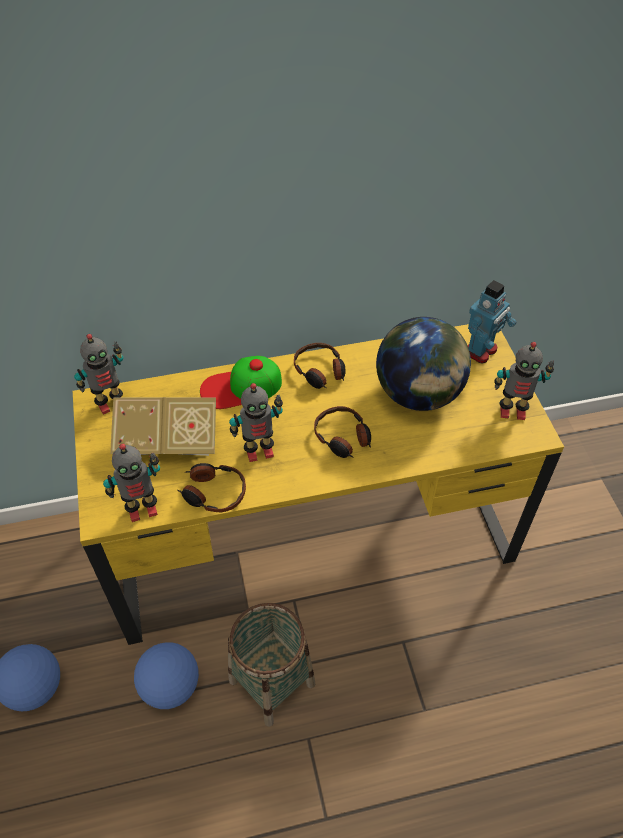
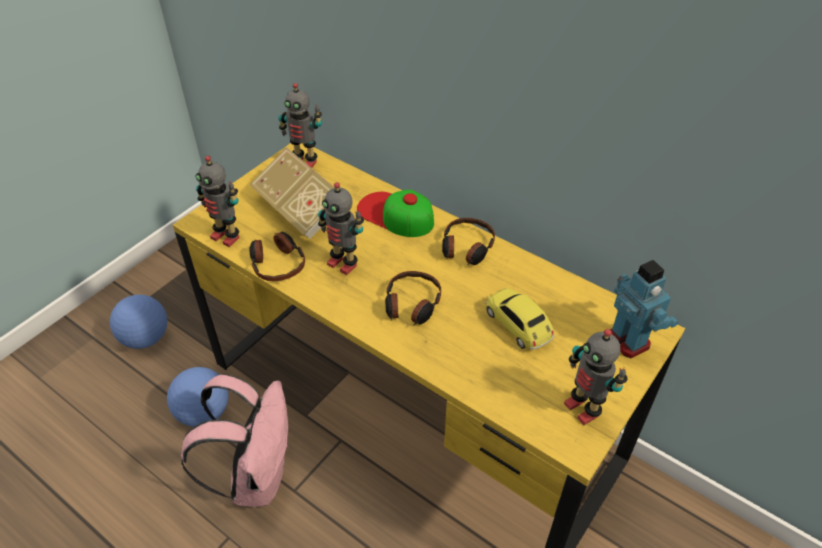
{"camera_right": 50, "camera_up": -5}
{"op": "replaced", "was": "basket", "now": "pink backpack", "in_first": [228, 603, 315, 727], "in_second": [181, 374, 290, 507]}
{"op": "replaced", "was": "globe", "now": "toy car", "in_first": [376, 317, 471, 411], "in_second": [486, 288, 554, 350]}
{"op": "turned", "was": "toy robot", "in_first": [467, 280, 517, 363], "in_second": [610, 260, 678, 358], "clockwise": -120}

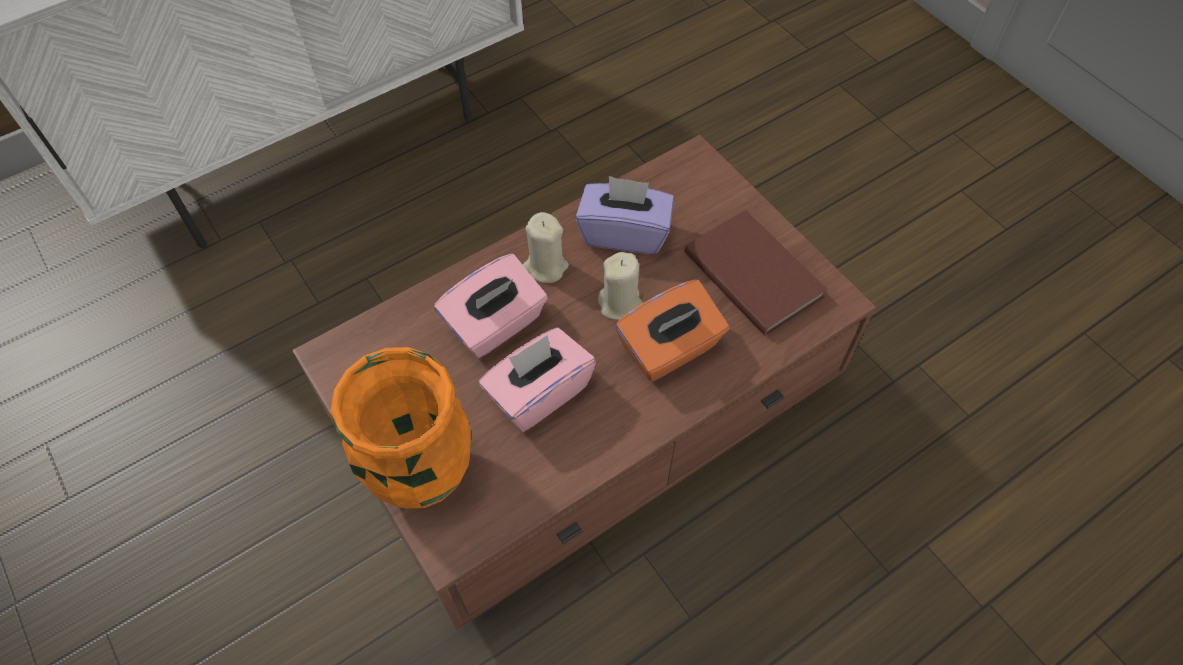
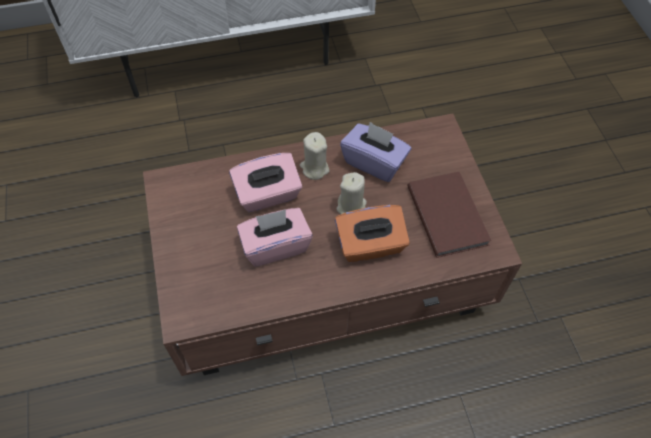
{"camera_right": 20, "camera_up": 0}
{"op": "removed", "was": "orange vase", "in_first": [331, 347, 471, 508]}

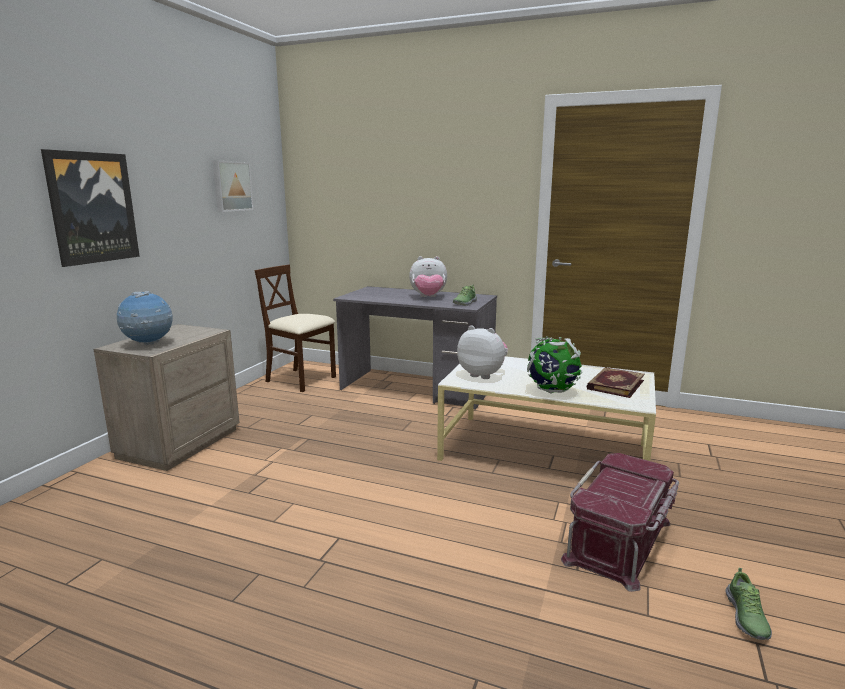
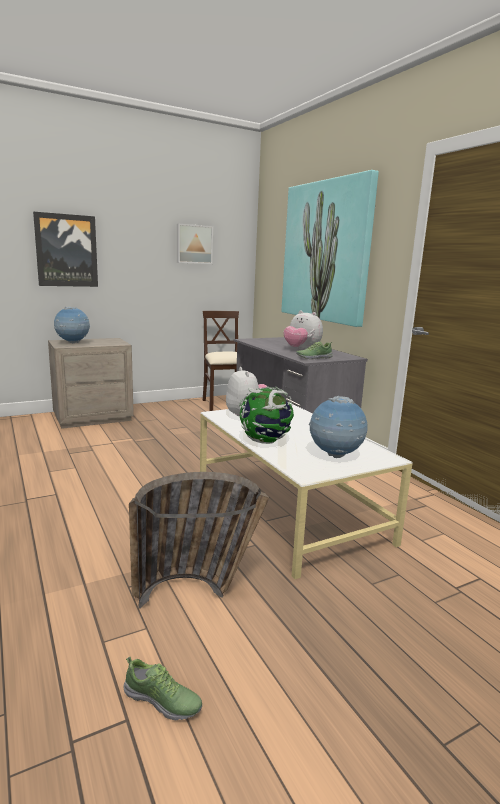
{"camera_right": 40, "camera_up": 0}
{"op": "turned", "was": "shoe", "in_first": [725, 568, 772, 640], "in_second": [123, 657, 202, 720], "clockwise": -120}
{"op": "replaced", "was": "red storage box", "now": "basket", "in_first": [561, 453, 679, 592], "in_second": [129, 472, 269, 608]}
{"op": "added", "now": "picture", "in_second": [282, 170, 379, 327]}
{"op": "replaced", "was": "book", "now": "globe", "in_first": [587, 367, 645, 398], "in_second": [309, 396, 367, 458]}

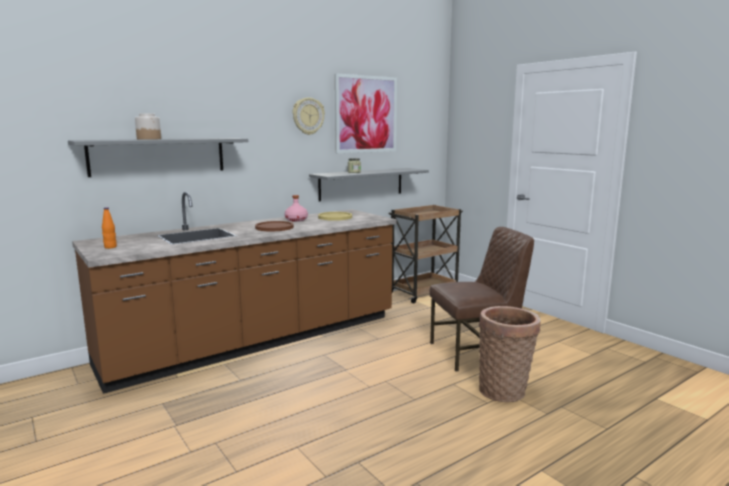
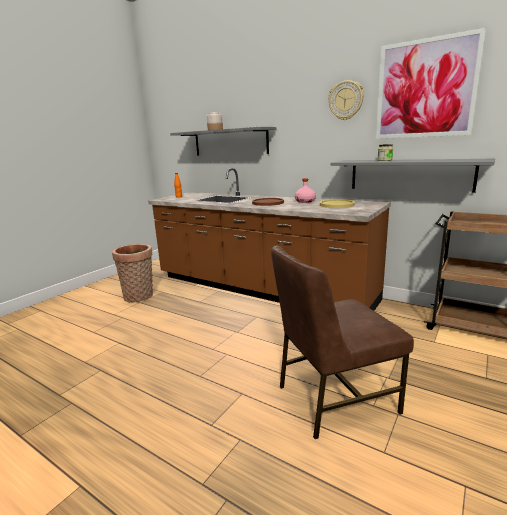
{"camera_right": 70, "camera_up": 5}
{"op": "moved", "was": "basket", "in_first": [479, 306, 541, 402], "in_second": [112, 244, 153, 302]}
{"op": "turned", "was": "brown chair", "in_first": [429, 227, 534, 371], "in_second": [271, 246, 414, 439], "clockwise": 105}

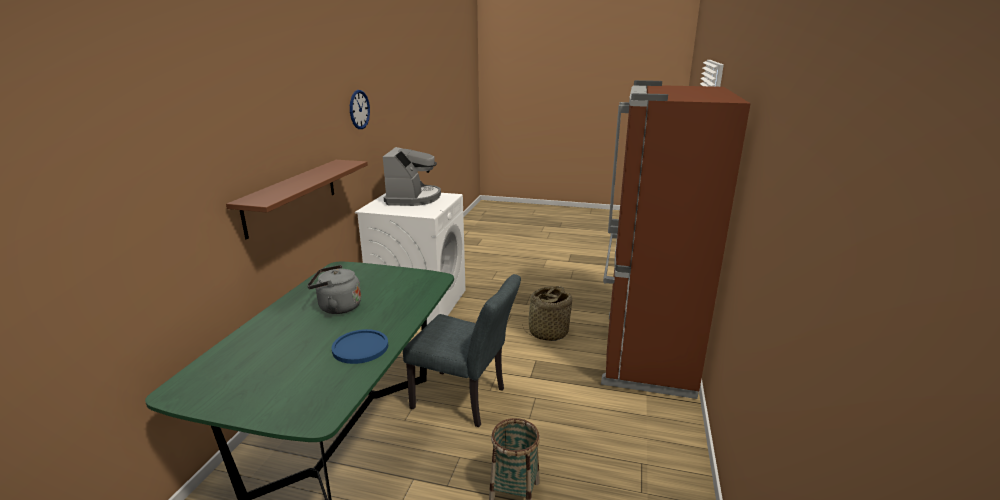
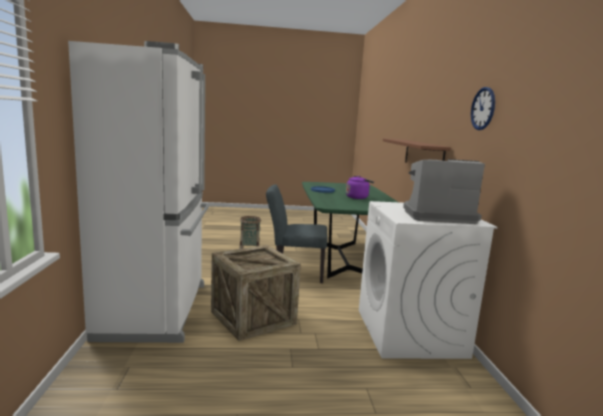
{"camera_right": 160, "camera_up": -10}
{"op": "recoloured", "was": "brown fridge", "now": "white fridge", "in_first": [601, 80, 751, 399], "in_second": [68, 41, 209, 343]}
{"op": "replaced", "was": "basket", "now": "crate", "in_first": [522, 286, 572, 341], "in_second": [211, 245, 301, 341]}
{"op": "recoloured", "was": "grey kettle", "now": "purple kettle", "in_first": [307, 265, 361, 314], "in_second": [346, 176, 374, 199]}
{"op": "turned", "was": "coffee machine", "in_first": [383, 147, 441, 206], "in_second": [403, 159, 485, 224], "clockwise": 105}

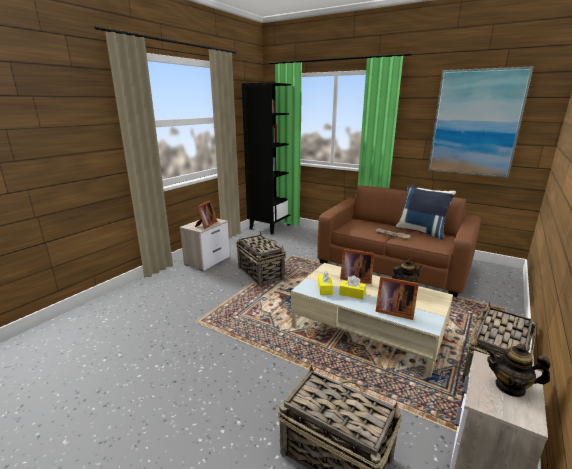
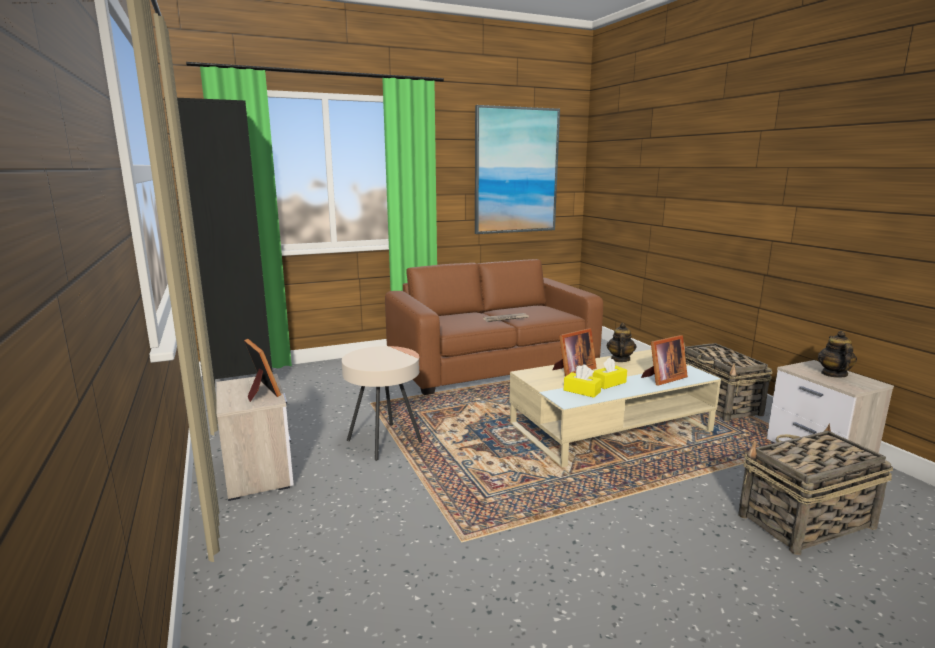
{"camera_right": -55, "camera_up": -5}
{"op": "replaced", "was": "basket", "now": "beige side table", "in_first": [236, 231, 286, 286], "in_second": [342, 346, 422, 461]}
{"op": "turned", "was": "teapot", "in_first": [486, 343, 551, 397], "in_second": [818, 331, 857, 378], "clockwise": 135}
{"op": "removed", "was": "blue pillow", "in_first": [395, 185, 456, 240]}

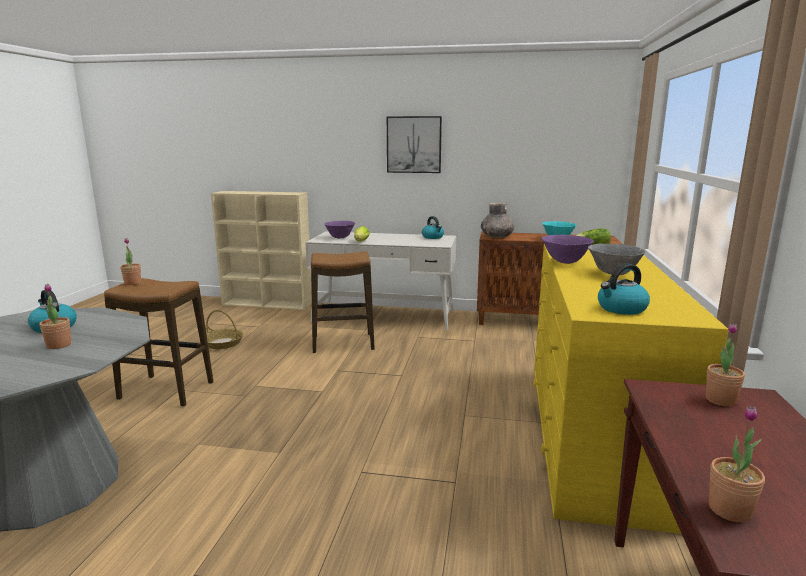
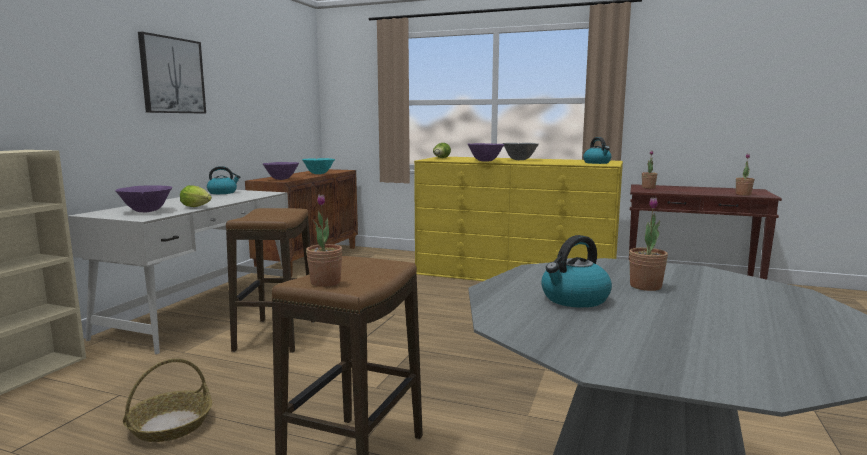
{"camera_right": -80, "camera_up": -5}
{"op": "replaced", "was": "grey vase", "now": "purple bowl", "in_first": [481, 203, 515, 238], "in_second": [263, 162, 299, 180]}

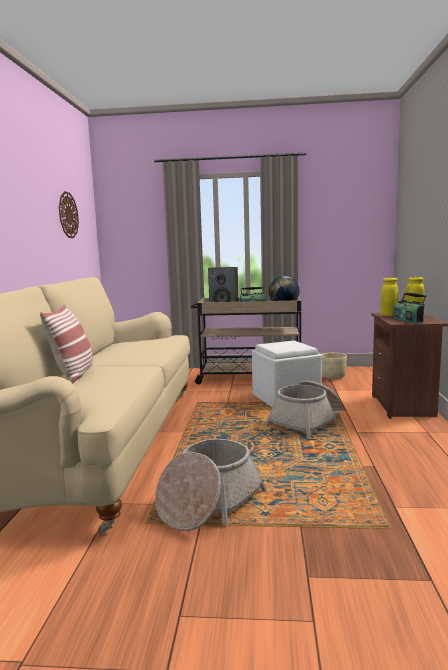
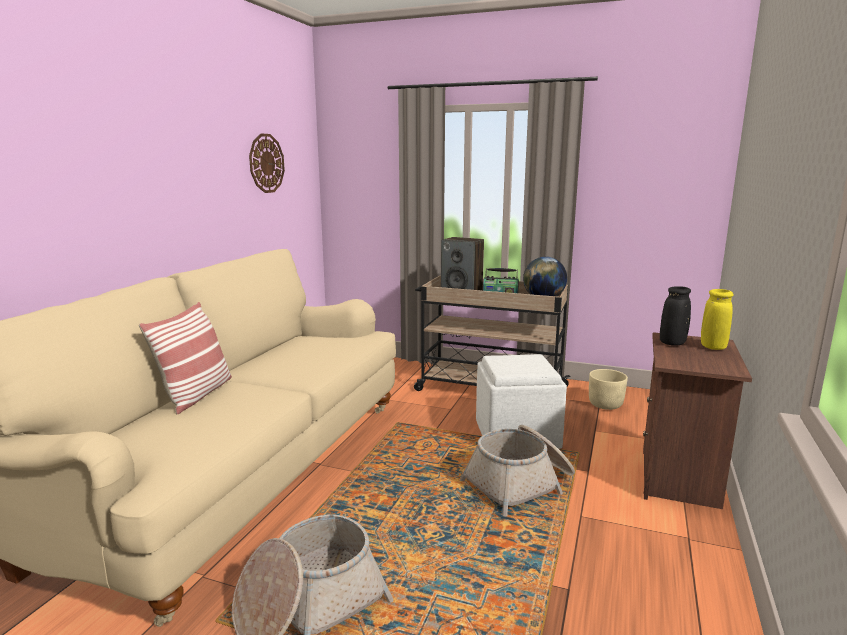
{"camera_right": 15, "camera_up": 5}
{"op": "recoloured", "was": "yellow vase", "now": "black vase", "in_first": [380, 278, 398, 316], "in_second": [660, 286, 691, 346]}
{"op": "removed", "was": "radio", "in_first": [393, 293, 426, 323]}

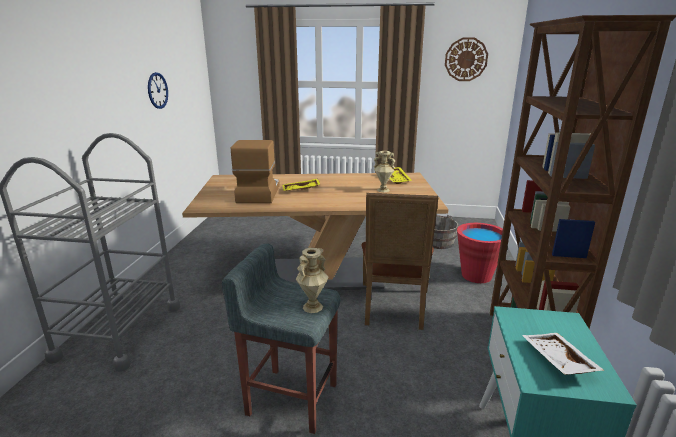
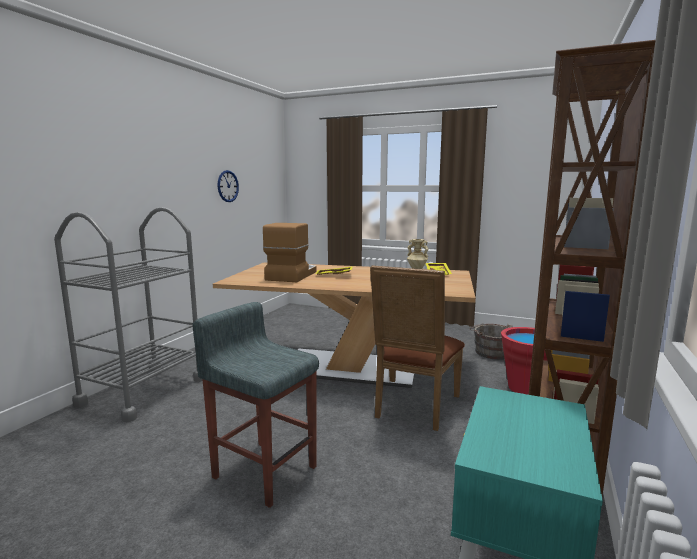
{"camera_right": 15, "camera_up": -10}
{"op": "removed", "was": "beige vase", "in_first": [296, 248, 329, 313]}
{"op": "removed", "was": "wall clock", "in_first": [445, 37, 488, 81]}
{"op": "removed", "was": "white tray", "in_first": [522, 333, 605, 375]}

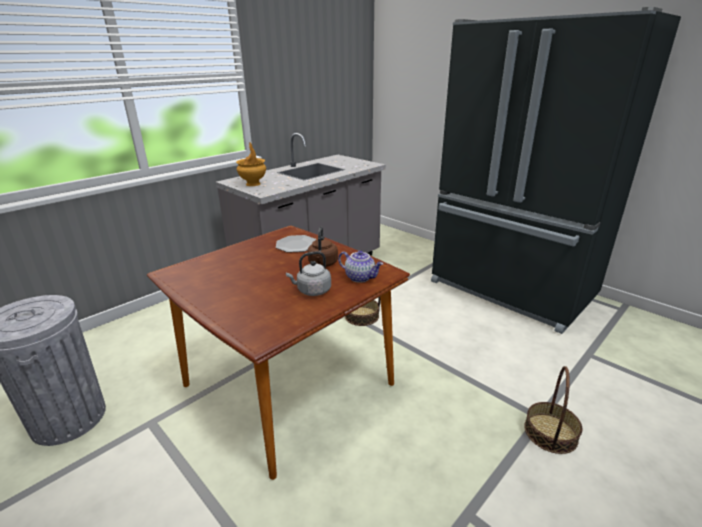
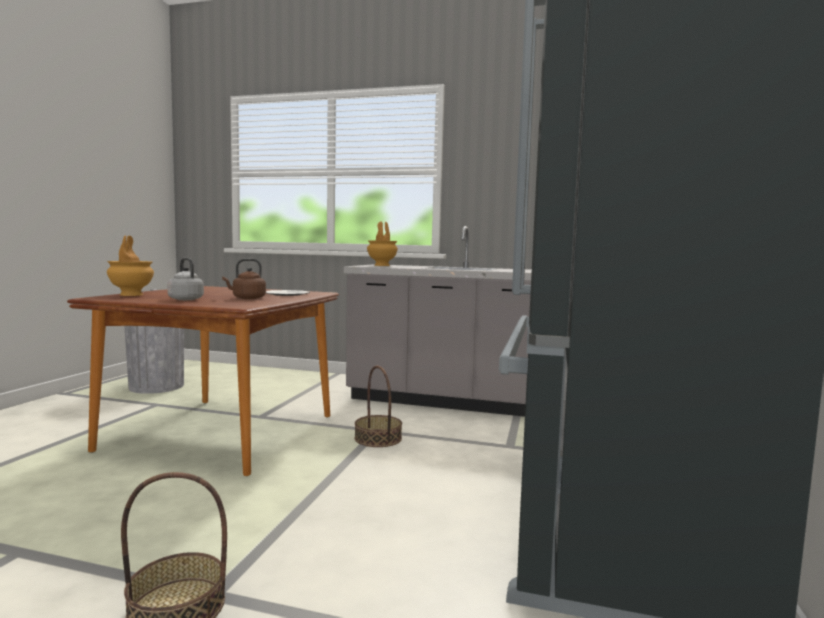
{"camera_right": 60, "camera_up": -20}
{"op": "added", "now": "brown vase", "in_second": [107, 235, 154, 296]}
{"op": "removed", "was": "teapot", "in_first": [338, 250, 383, 283]}

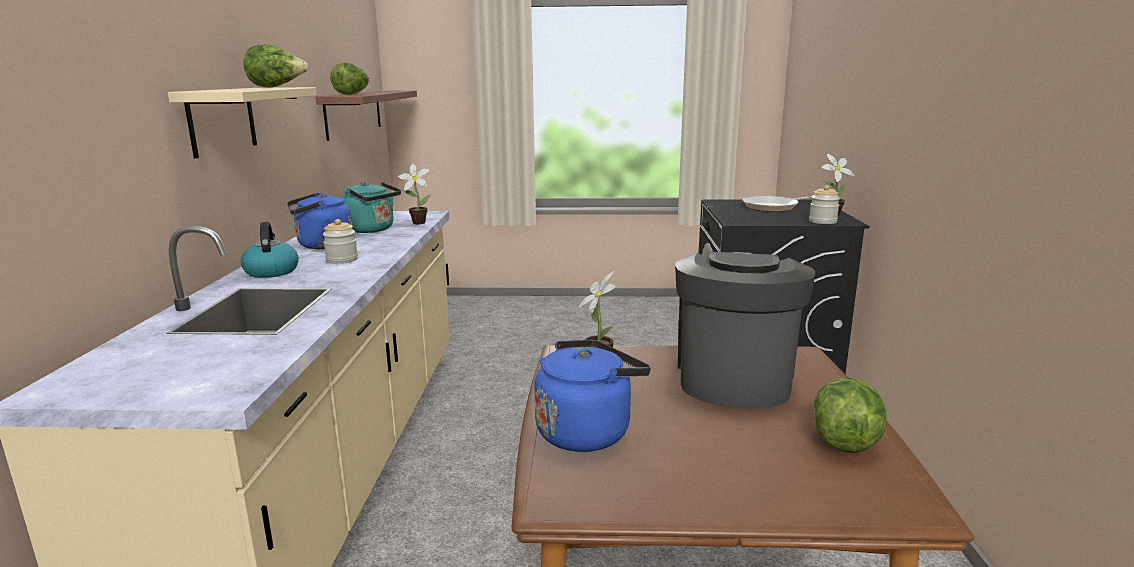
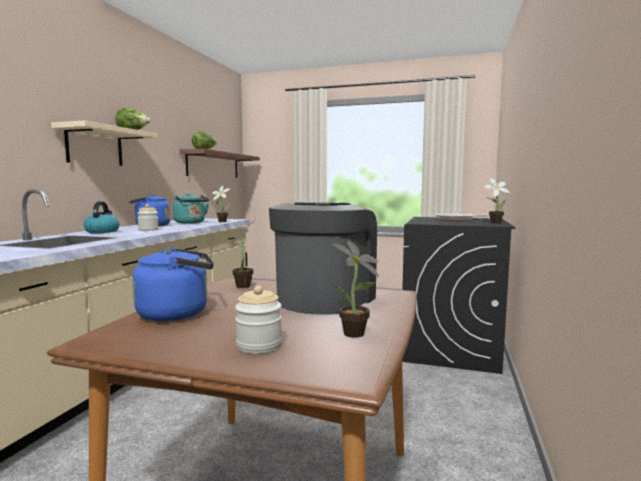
{"camera_right": 15, "camera_up": -10}
{"op": "moved", "was": "jar", "in_first": [809, 185, 840, 224], "in_second": [235, 285, 282, 354]}
{"op": "replaced", "was": "lettuce", "now": "potted plant", "in_first": [814, 378, 887, 453], "in_second": [332, 240, 379, 338]}

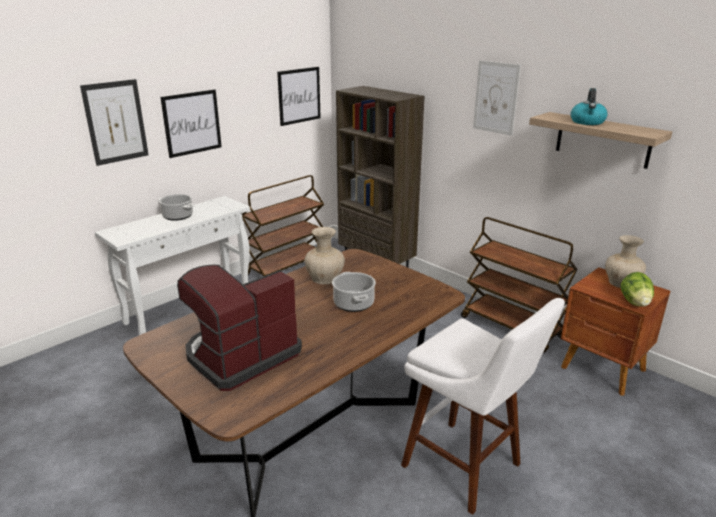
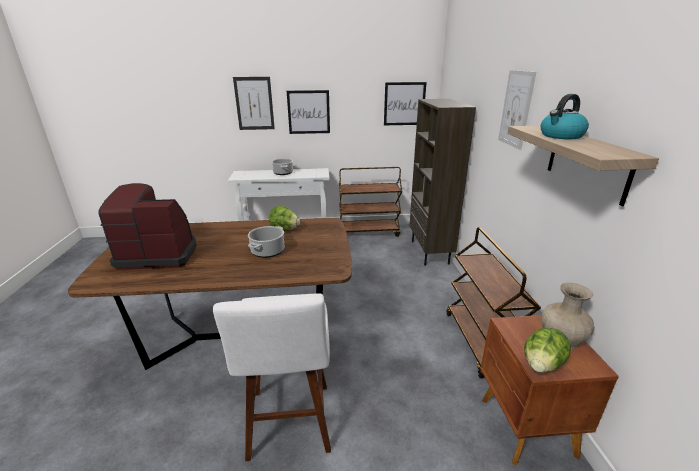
{"camera_right": 40, "camera_up": 0}
{"op": "replaced", "was": "beige vase", "now": "lettuce", "in_first": [304, 227, 345, 284], "in_second": [269, 206, 300, 231]}

